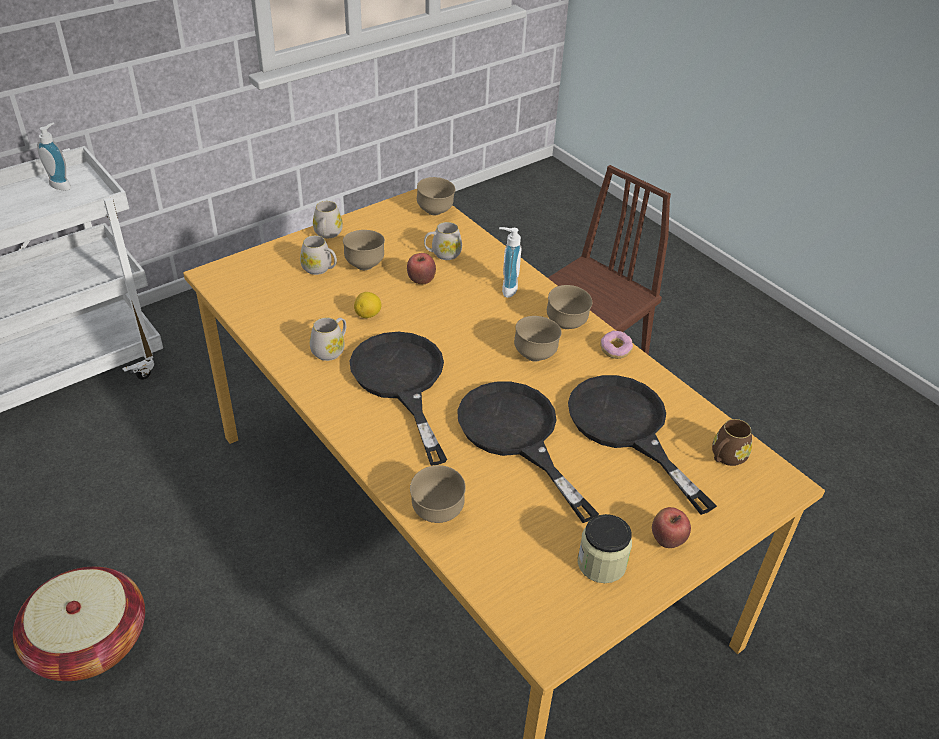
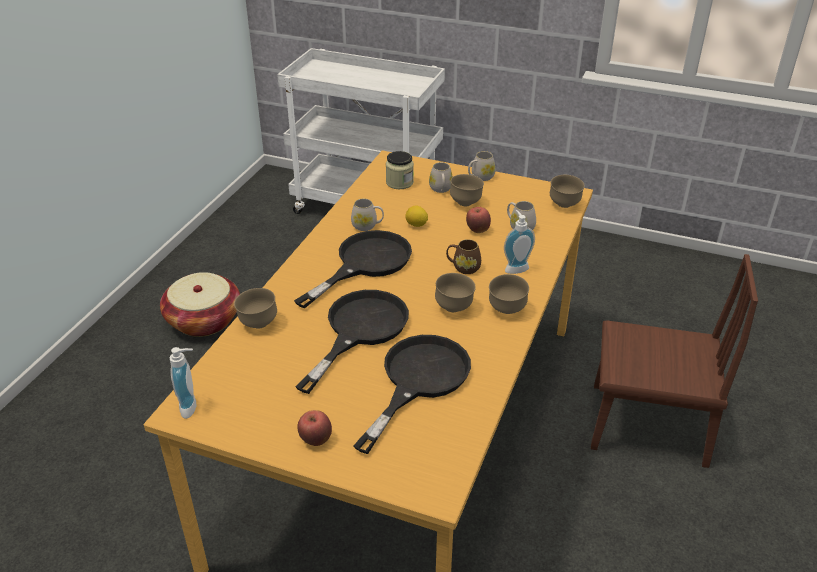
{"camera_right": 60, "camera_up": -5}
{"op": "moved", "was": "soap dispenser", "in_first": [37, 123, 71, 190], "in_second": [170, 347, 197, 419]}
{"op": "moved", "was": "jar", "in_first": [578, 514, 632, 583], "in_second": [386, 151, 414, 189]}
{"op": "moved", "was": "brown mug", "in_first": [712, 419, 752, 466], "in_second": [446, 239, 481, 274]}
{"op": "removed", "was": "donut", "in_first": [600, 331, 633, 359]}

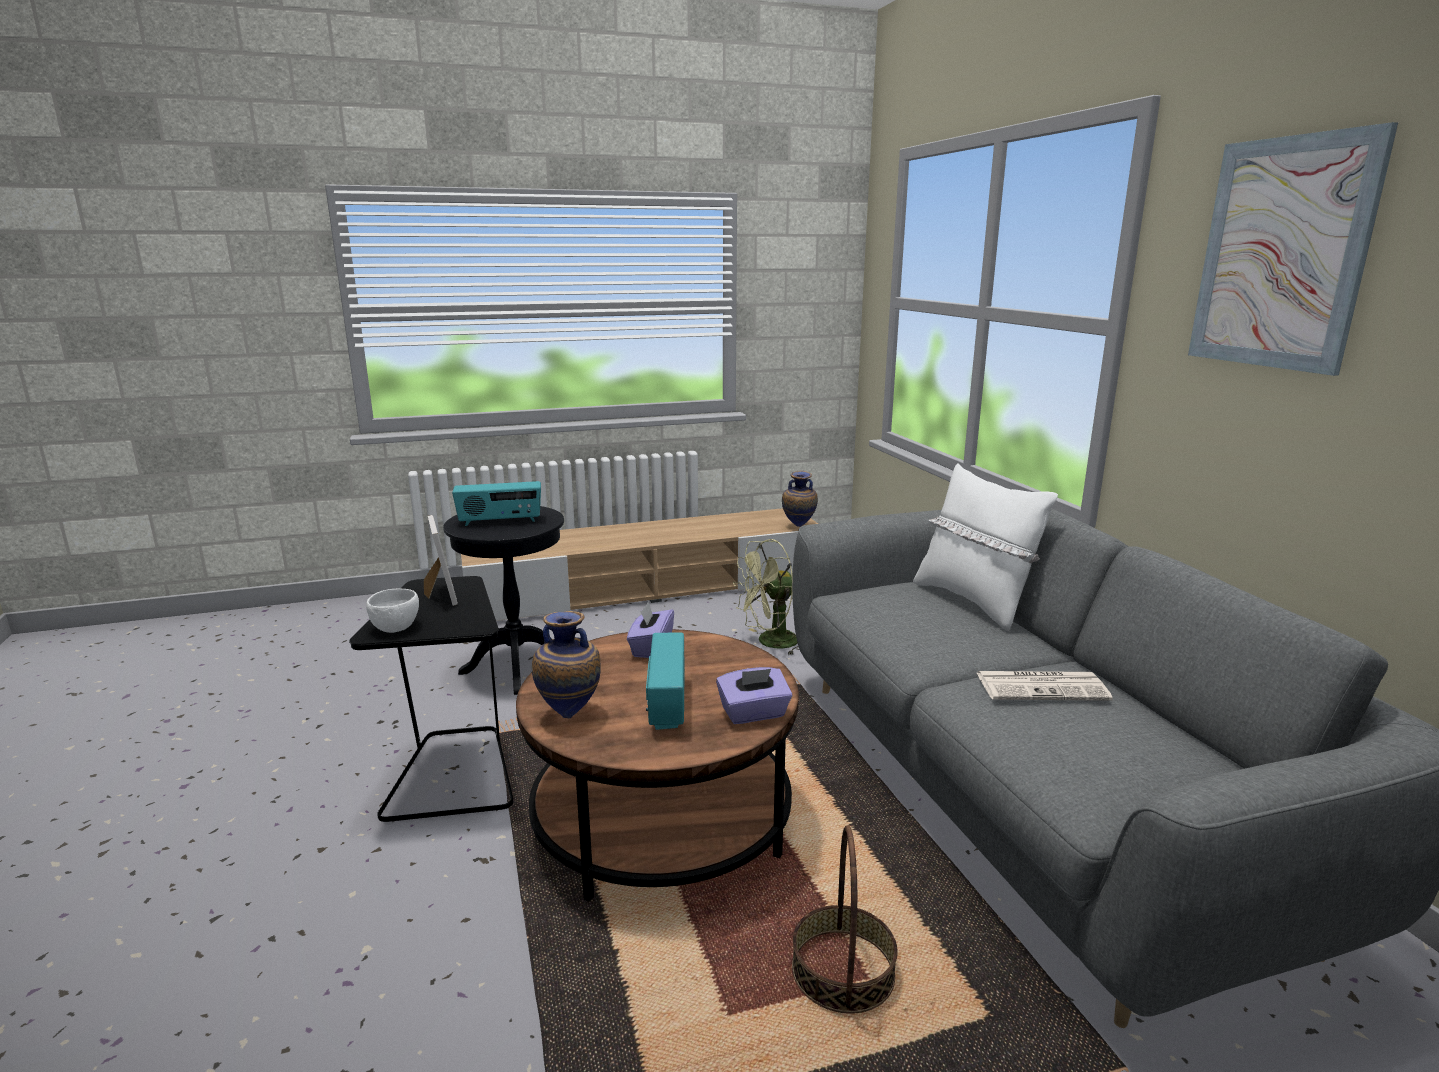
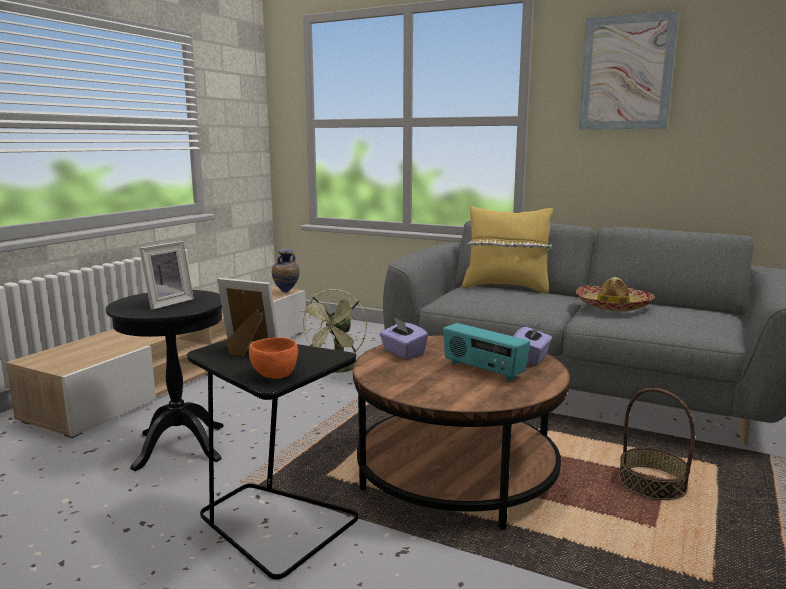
{"camera_right": -45, "camera_up": -5}
{"op": "replaced", "was": "radio", "now": "picture frame", "in_first": [452, 481, 541, 526], "in_second": [139, 241, 194, 310]}
{"op": "recoloured", "was": "white bowl", "now": "orange bowl", "in_first": [366, 589, 419, 633], "in_second": [249, 337, 298, 379]}
{"op": "recoloured", "was": "white pillow", "now": "yellow pillow", "in_first": [913, 463, 1058, 631], "in_second": [462, 206, 553, 294]}
{"op": "replaced", "was": "newspaper", "now": "hat", "in_first": [977, 671, 1113, 701], "in_second": [576, 277, 655, 312]}
{"op": "removed", "was": "vase", "in_first": [532, 611, 601, 718]}

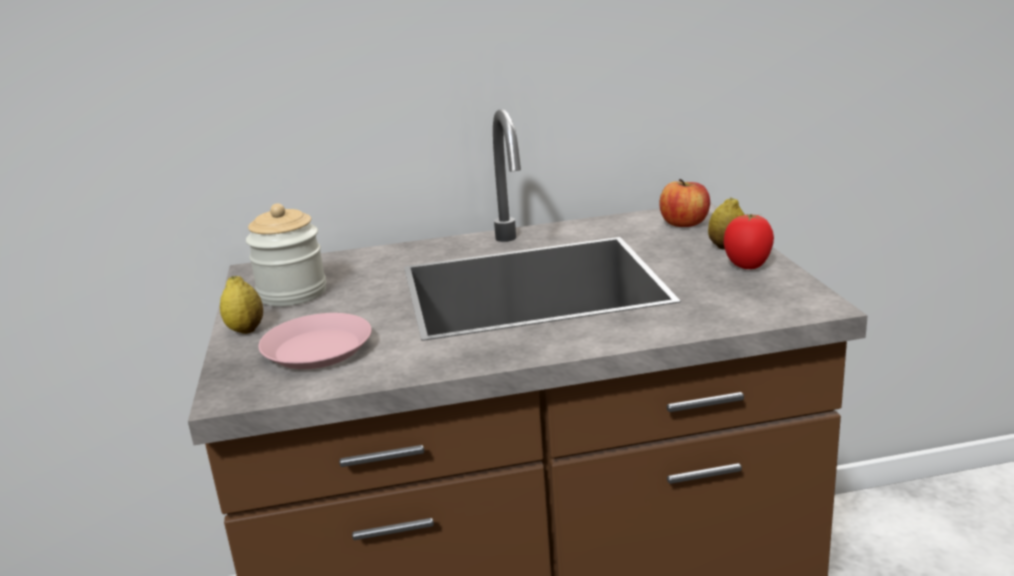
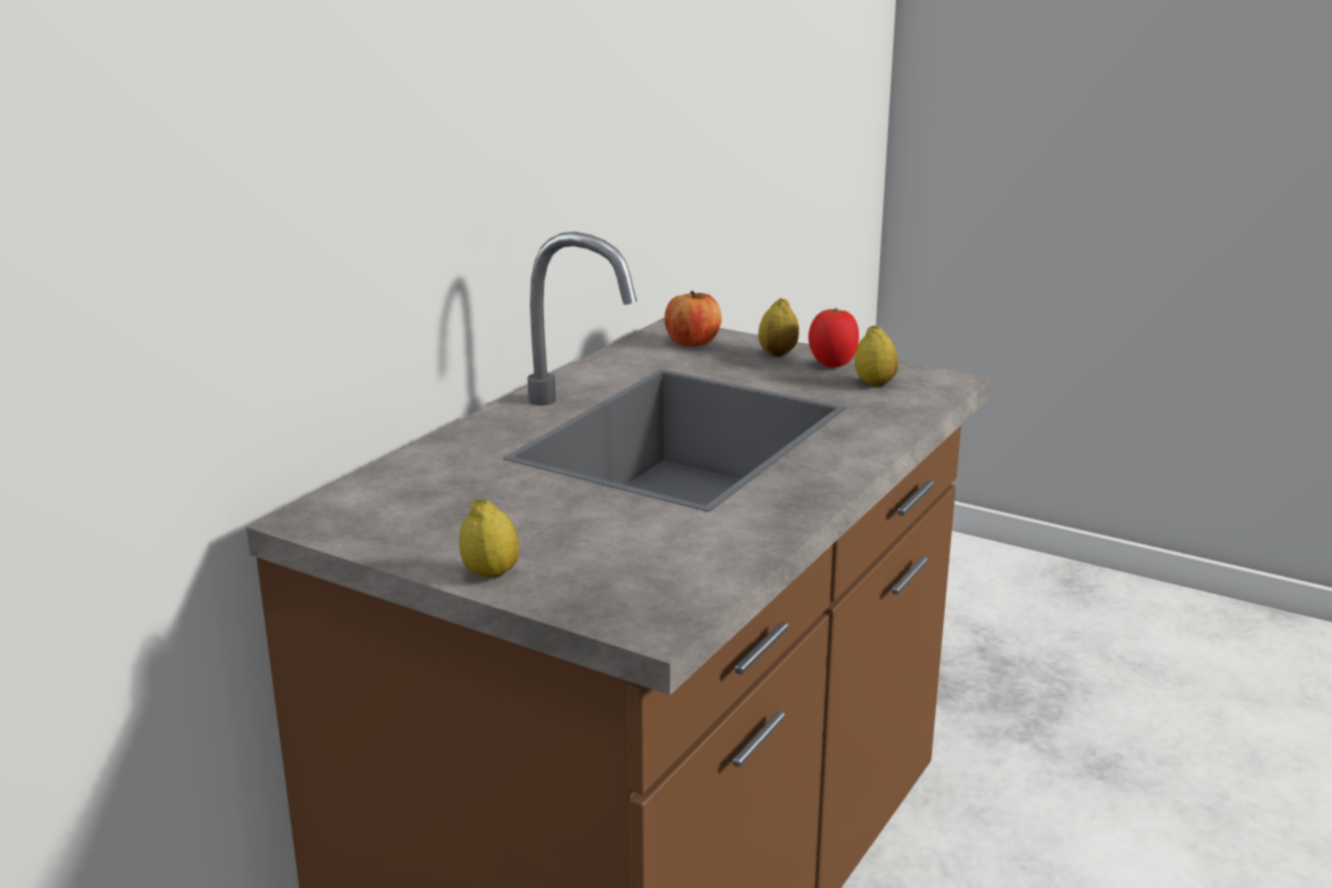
{"camera_right": -50, "camera_up": 0}
{"op": "added", "now": "lemon", "in_second": [855, 326, 898, 387]}
{"op": "removed", "was": "jar", "in_first": [246, 203, 326, 306]}
{"op": "removed", "was": "pink plate", "in_first": [258, 313, 372, 369]}

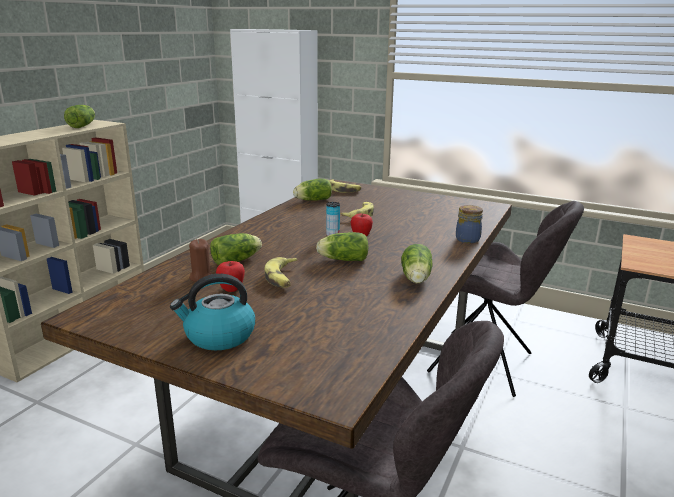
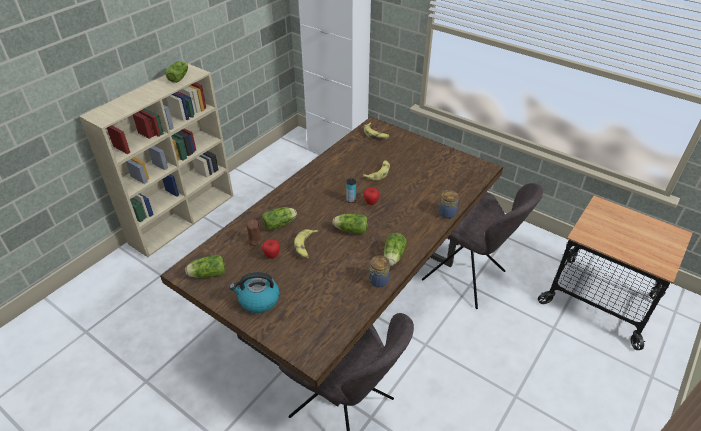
{"camera_right": 10, "camera_up": 20}
{"op": "moved", "was": "lettuce", "in_first": [293, 178, 332, 201], "in_second": [185, 255, 225, 278]}
{"op": "added", "now": "jar", "in_second": [369, 256, 390, 288]}

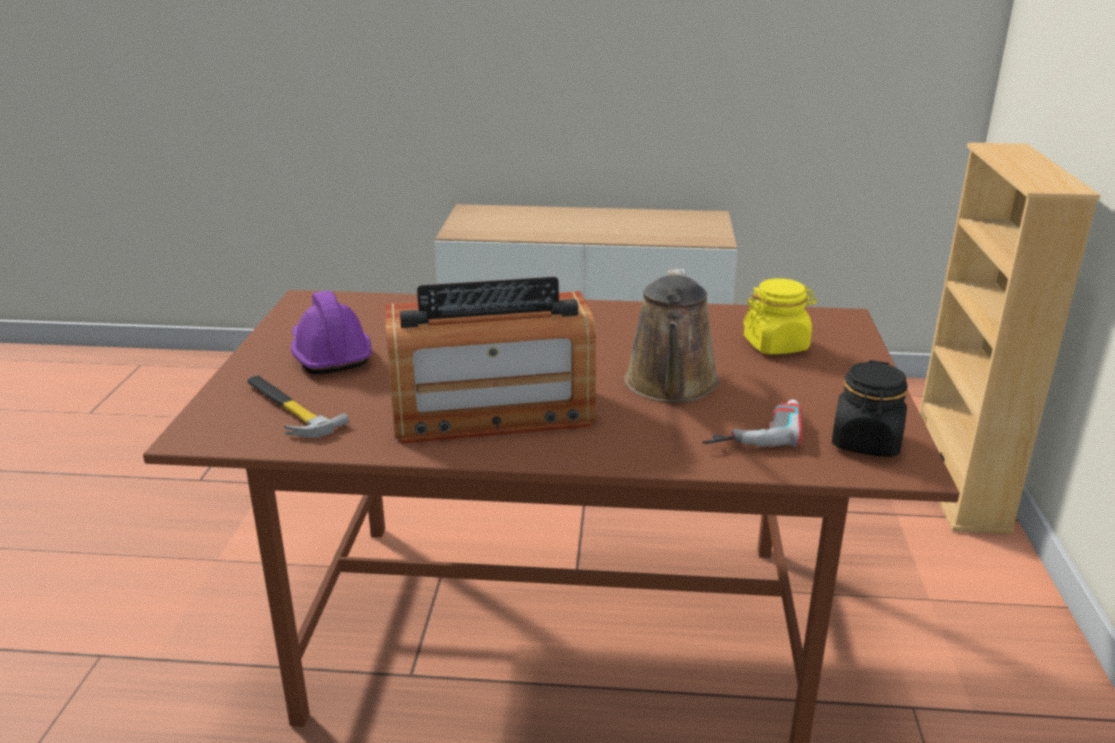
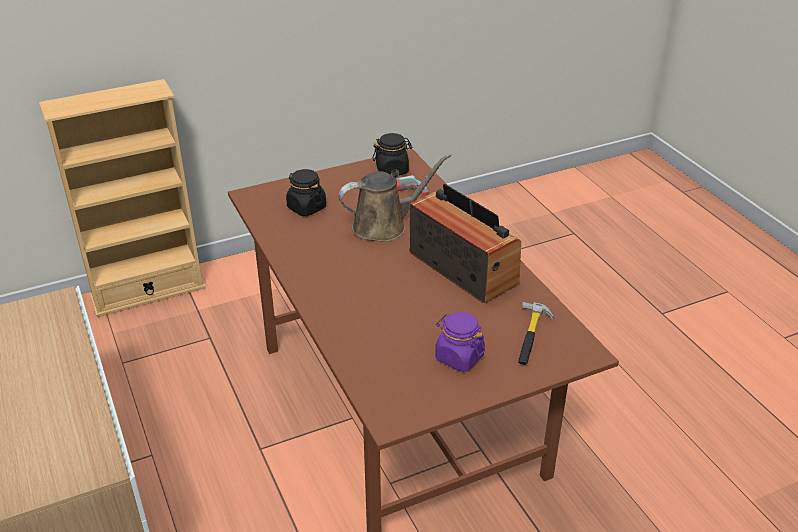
{"camera_right": -120, "camera_up": 10}
{"op": "recoloured", "was": "yellow jar", "now": "black jar", "in_first": [743, 278, 817, 354], "in_second": [286, 169, 326, 216]}
{"op": "replaced", "was": "purple hard hat", "now": "purple jar", "in_first": [291, 291, 372, 374], "in_second": [435, 312, 485, 372]}

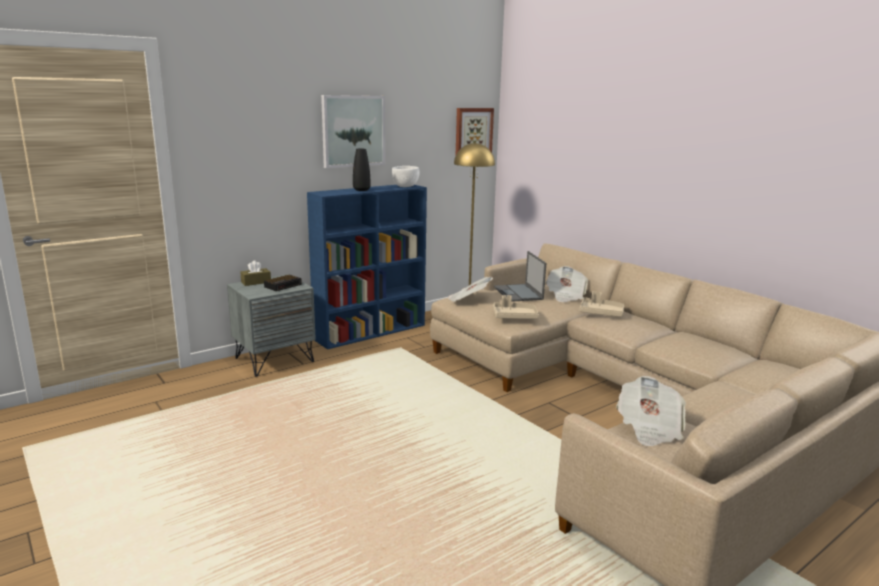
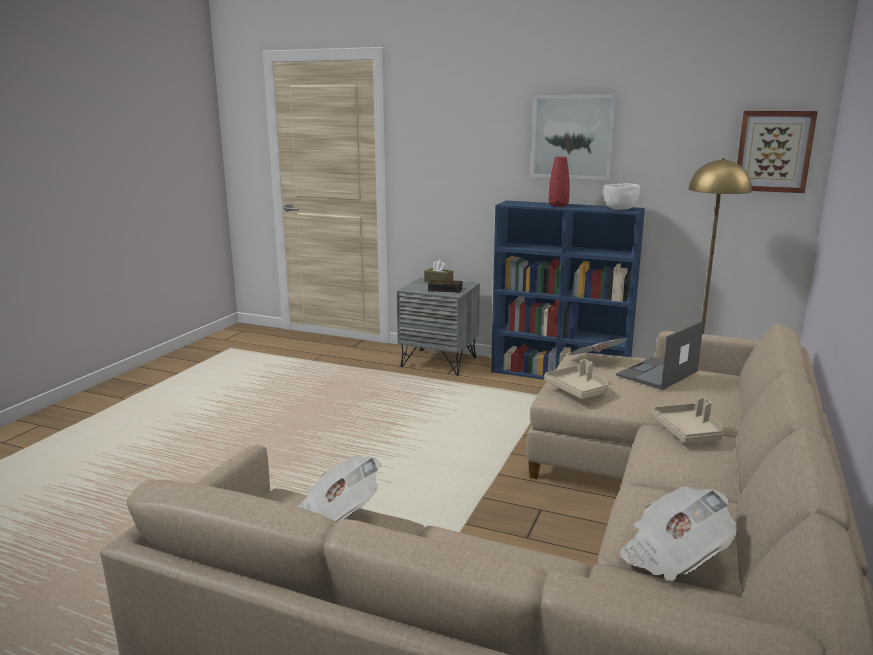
{"camera_right": 60, "camera_up": 0}
{"op": "recoloured", "was": "black vase", "now": "red vase", "in_first": [353, 148, 370, 191], "in_second": [548, 157, 570, 207]}
{"op": "moved", "was": "newspaper", "in_first": [546, 266, 588, 302], "in_second": [620, 486, 737, 581]}

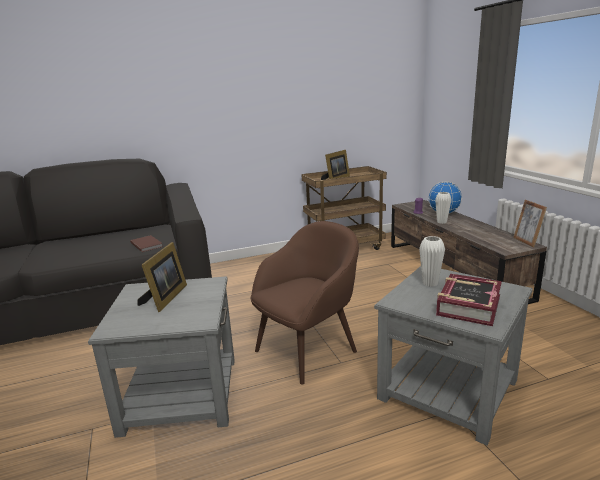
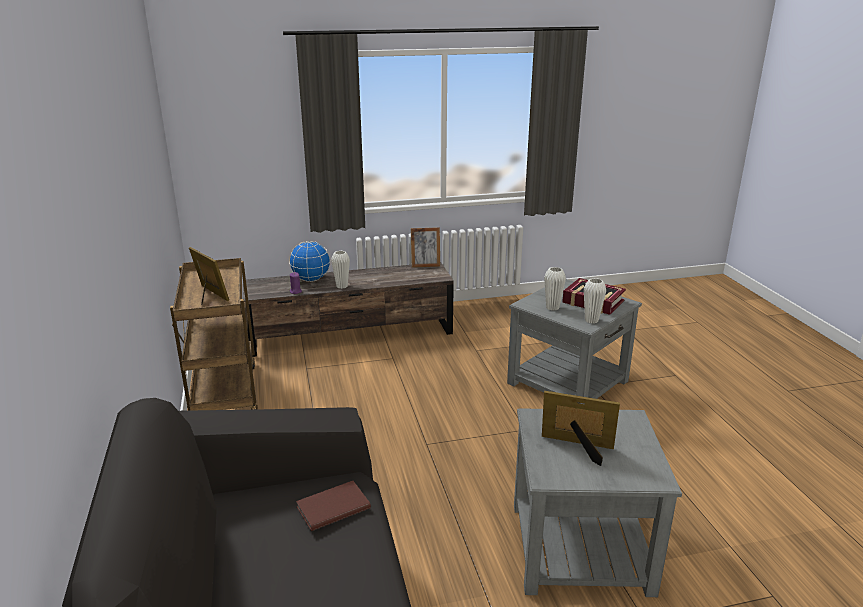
{"camera_right": -85, "camera_up": 5}
{"op": "added", "now": "white vase", "in_second": [584, 278, 606, 323]}
{"op": "removed", "was": "brown armchair", "in_first": [251, 221, 359, 385]}

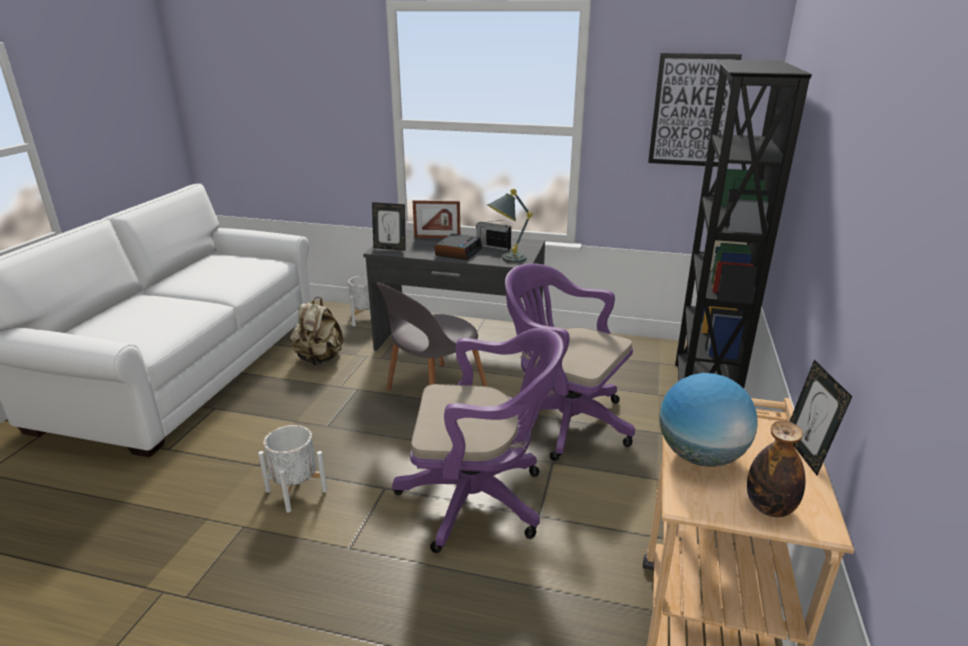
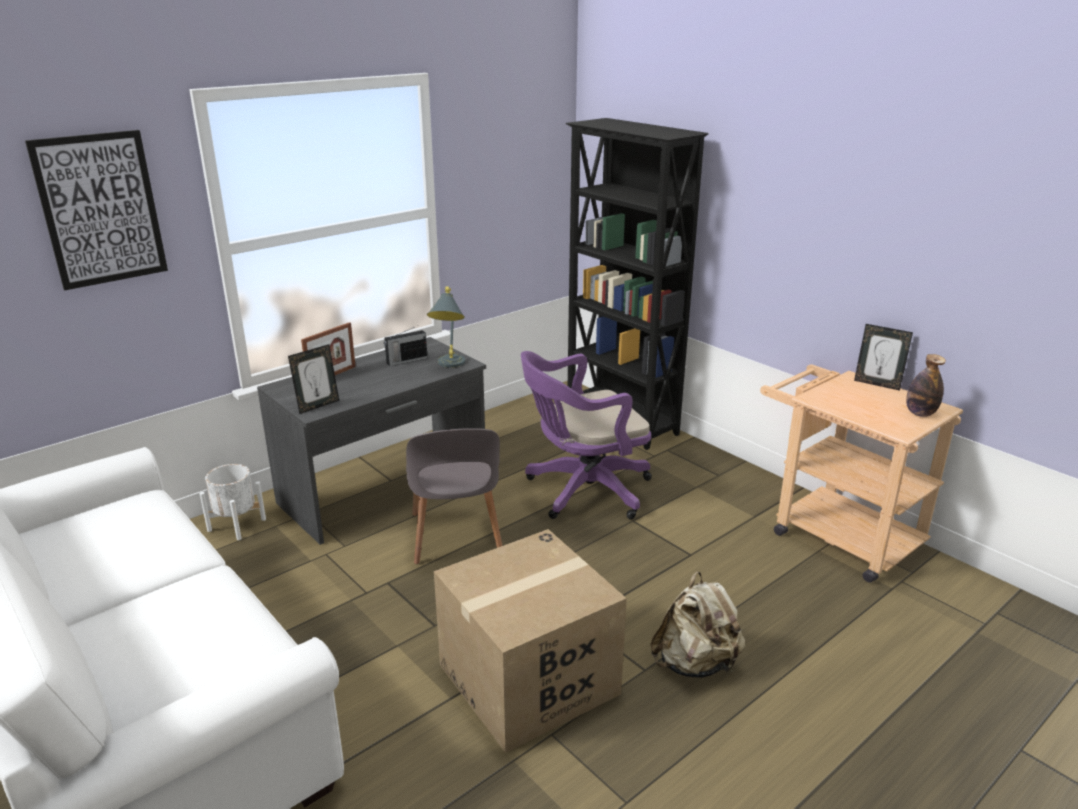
{"camera_right": -55, "camera_up": 0}
{"op": "moved", "was": "picture", "in_first": [648, 53, 742, 167], "in_second": [25, 130, 168, 290]}
{"op": "replaced", "was": "white planter", "now": "cardboard box", "in_first": [258, 425, 327, 513], "in_second": [434, 529, 627, 753]}
{"op": "moved", "was": "beige backpack", "in_first": [290, 297, 343, 365], "in_second": [650, 572, 745, 678]}
{"op": "removed", "was": "purple office chair", "in_first": [392, 328, 564, 553]}
{"op": "removed", "was": "alarm clock", "in_first": [435, 234, 482, 260]}
{"op": "removed", "was": "globe", "in_first": [659, 373, 758, 467]}

